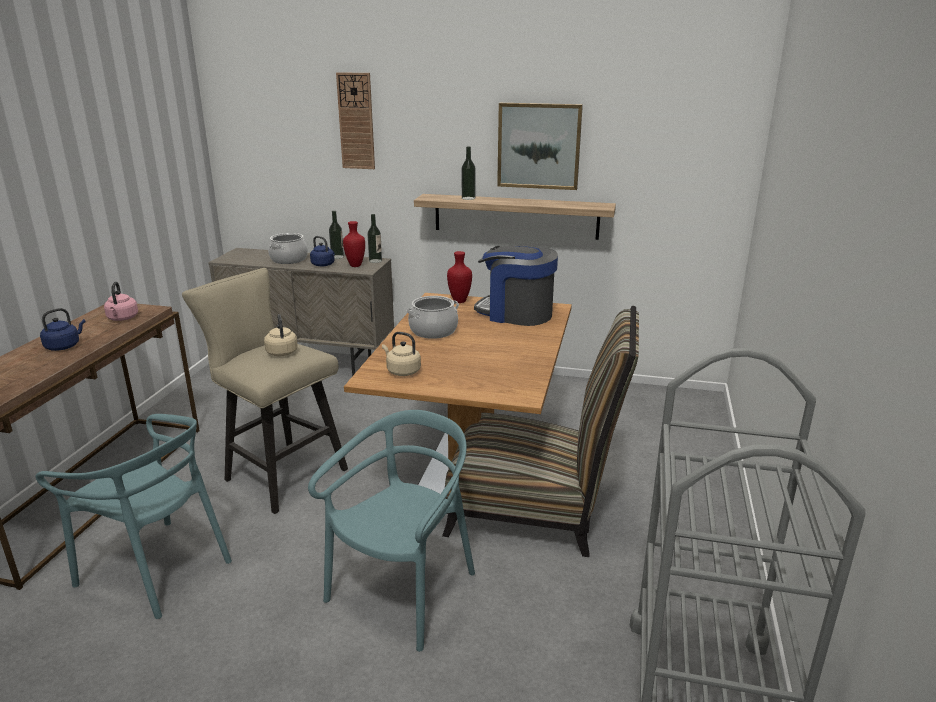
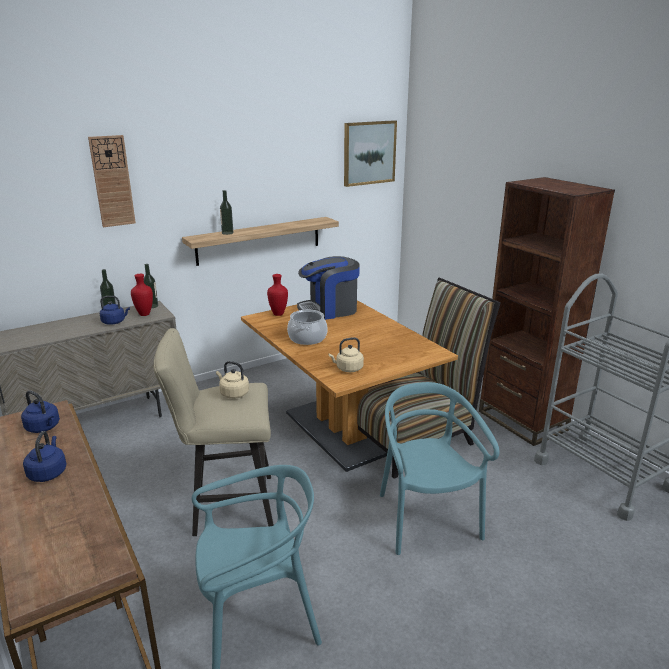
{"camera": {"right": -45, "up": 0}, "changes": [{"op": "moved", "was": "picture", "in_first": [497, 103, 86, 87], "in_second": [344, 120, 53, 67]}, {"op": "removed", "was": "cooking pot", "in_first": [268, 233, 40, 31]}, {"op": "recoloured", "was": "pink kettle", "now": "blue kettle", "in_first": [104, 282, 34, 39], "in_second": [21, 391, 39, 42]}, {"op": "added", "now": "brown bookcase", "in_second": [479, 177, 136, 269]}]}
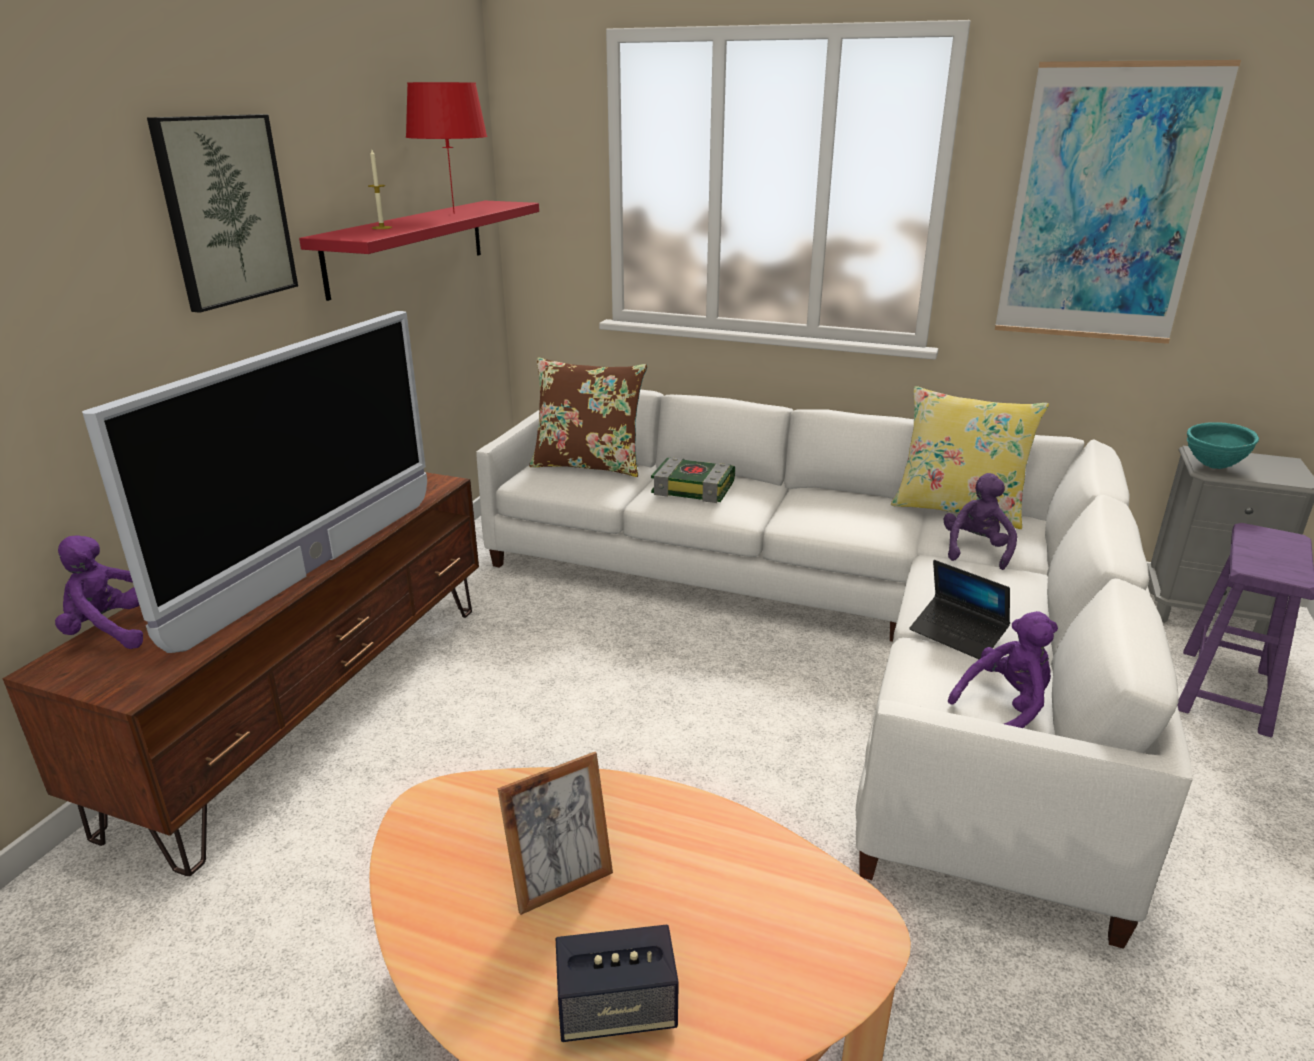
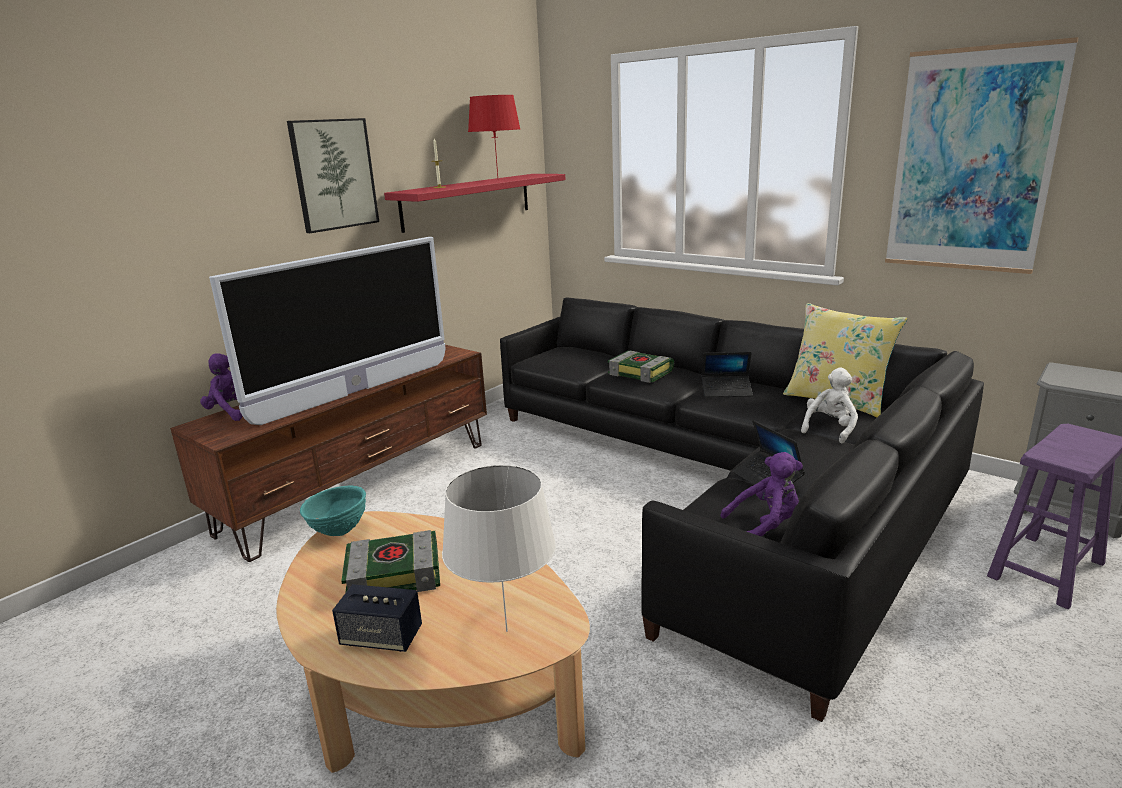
{"camera": {"right": 20, "up": -5}, "changes": [{"op": "removed", "was": "brown pillow", "in_first": [529, 357, 119, 120]}, {"op": "recoloured", "was": "white sofa", "now": "black sofa", "in_first": [476, 390, 717, 559], "in_second": [500, 297, 484, 425]}, {"op": "moved", "was": "turquoise bowl", "in_first": [1187, 422, 72, 47], "in_second": [300, 486, 66, 50]}, {"op": "recoloured", "was": "purple plush toy", "now": "white plush toy", "in_first": [943, 473, 74, 97], "in_second": [801, 367, 57, 76]}, {"op": "replaced", "was": "picture frame", "now": "book", "in_first": [498, 752, 115, 163], "in_second": [341, 530, 99, 63]}, {"op": "added", "now": "laptop", "in_second": [702, 352, 51, 45]}, {"op": "added", "now": "white table lamp", "in_second": [442, 465, 114, 167]}]}
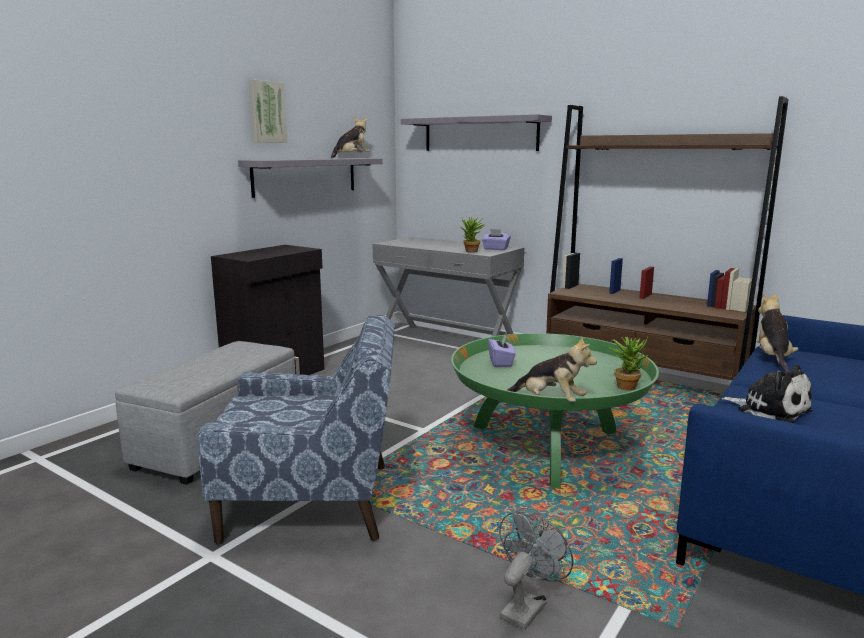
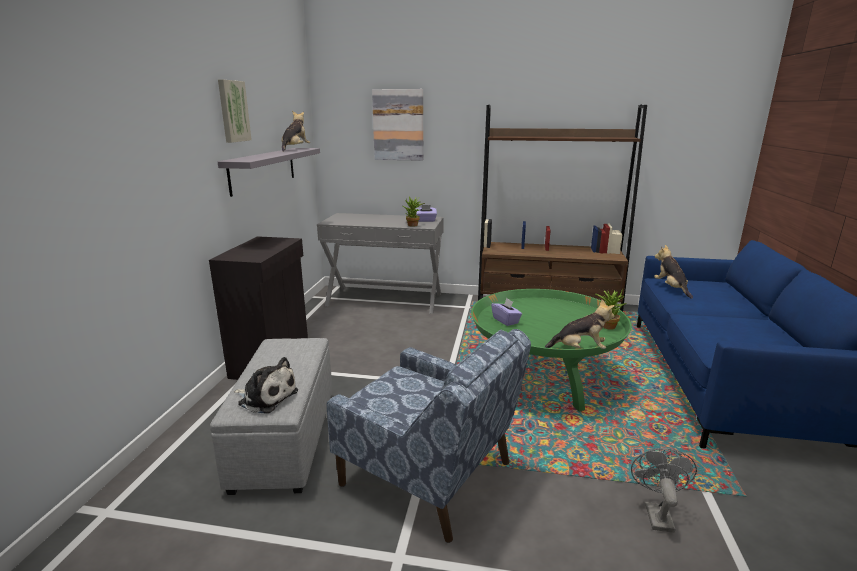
{"camera": {"right": -25, "up": 5}, "changes": [{"op": "replaced", "was": "grey shelf", "now": "picture", "in_first": [401, 114, 151, 37], "in_second": [372, 89, 51, 72]}, {"op": "turned", "was": "blue armchair", "in_first": [197, 315, 198, 229], "in_second": [327, 329, 204, 214], "clockwise": 60}, {"op": "moved", "was": "plush toy", "in_first": [722, 365, 90, 58], "in_second": [234, 357, 64, 57]}]}
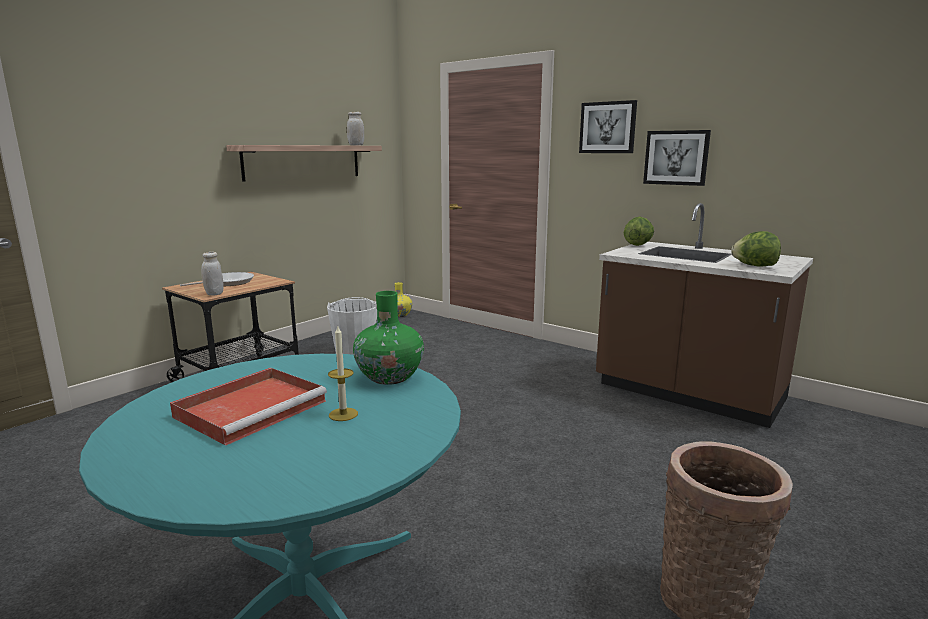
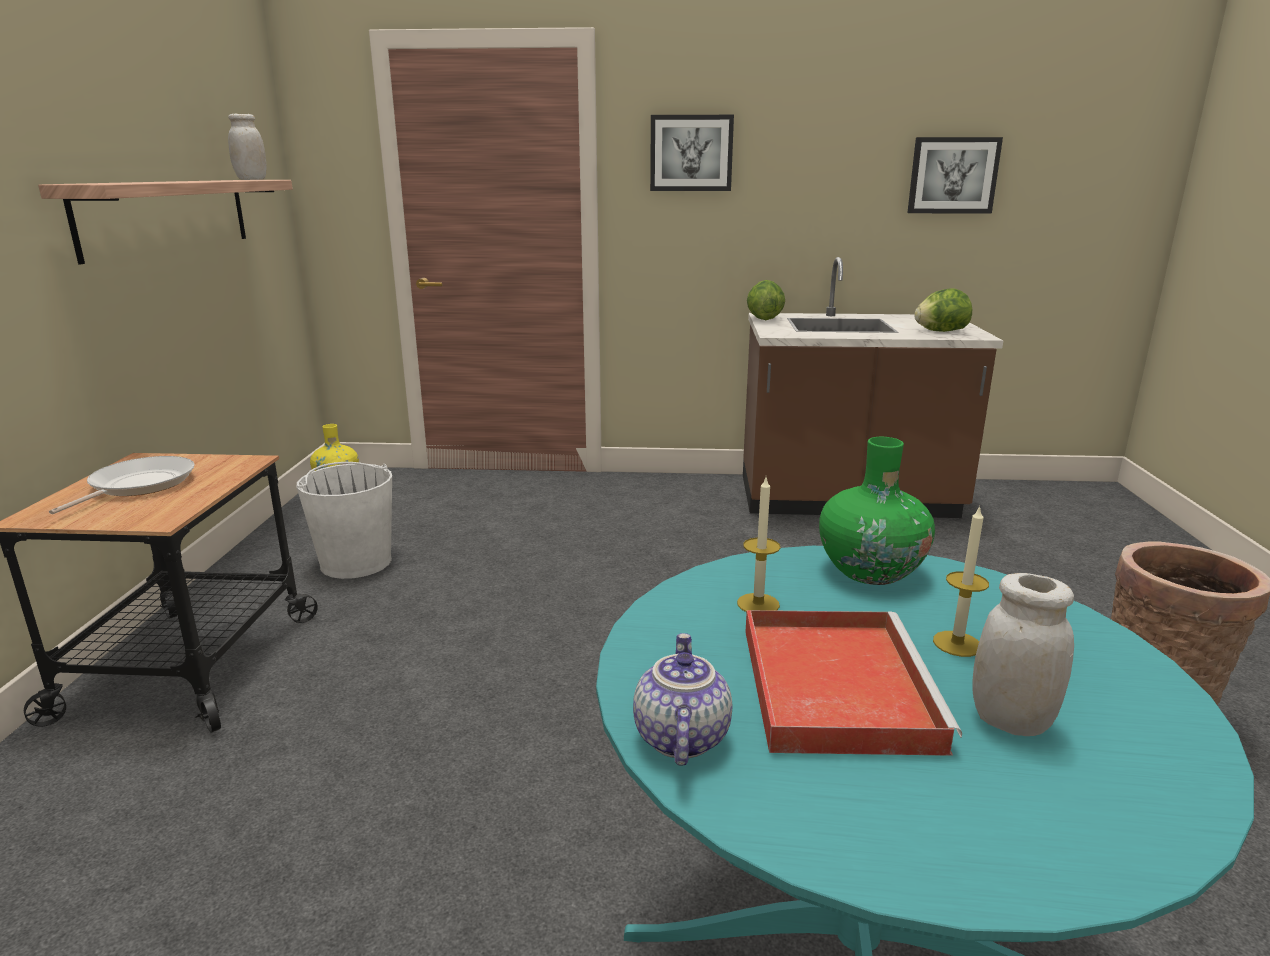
{"camera": {"right": -35, "up": 5}, "changes": [{"op": "moved", "was": "picture", "in_first": [643, 130, 68, 56], "in_second": [907, 137, 96, 77]}, {"op": "moved", "was": "white jar", "in_first": [201, 252, 22, 43], "in_second": [973, 573, 101, 163]}, {"op": "added", "now": "candle", "in_second": [737, 478, 44, 134]}, {"op": "added", "now": "teapot", "in_second": [633, 633, 99, 133]}]}
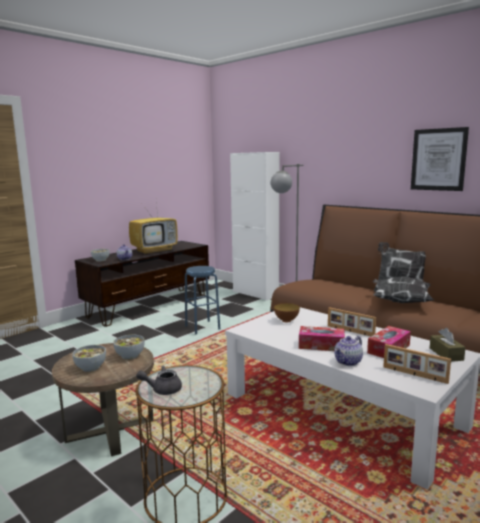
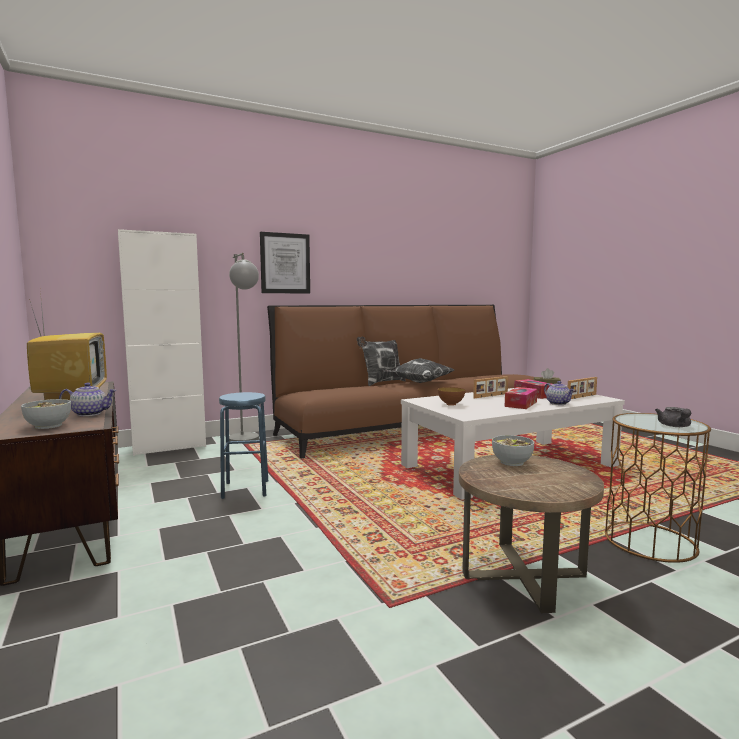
{"camera": {"right": -70, "up": -5}, "changes": [{"op": "moved", "was": "picture", "in_first": [411, 127, 58, 64], "in_second": [260, 232, 50, 62]}, {"op": "removed", "was": "bowl", "in_first": [72, 345, 34, 27]}]}
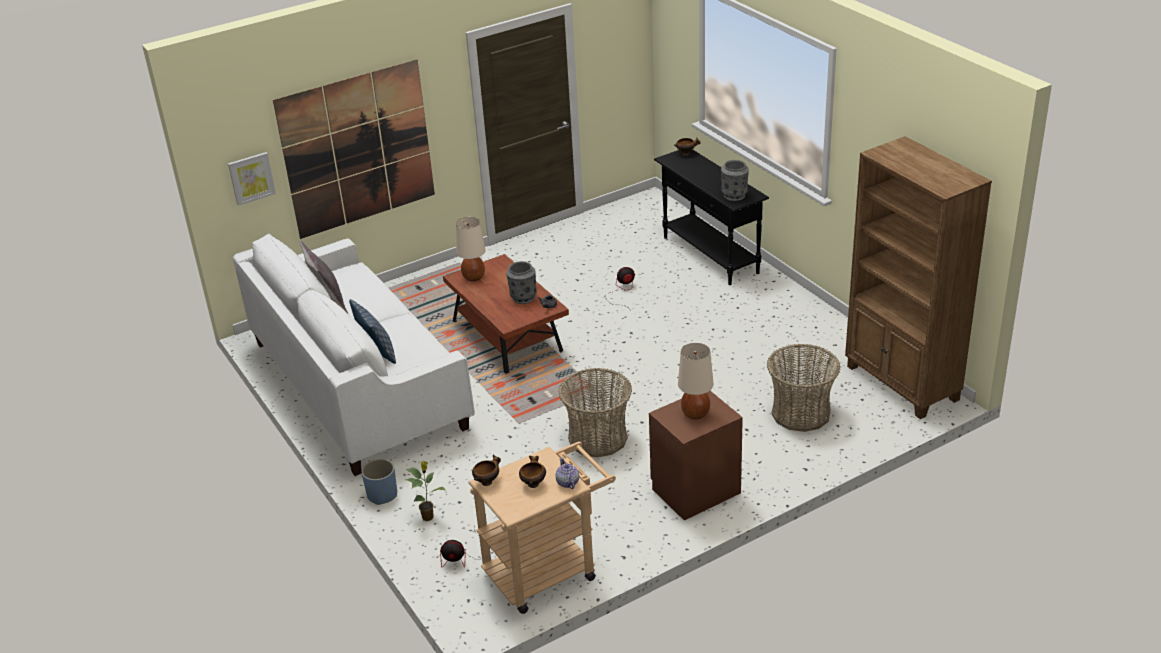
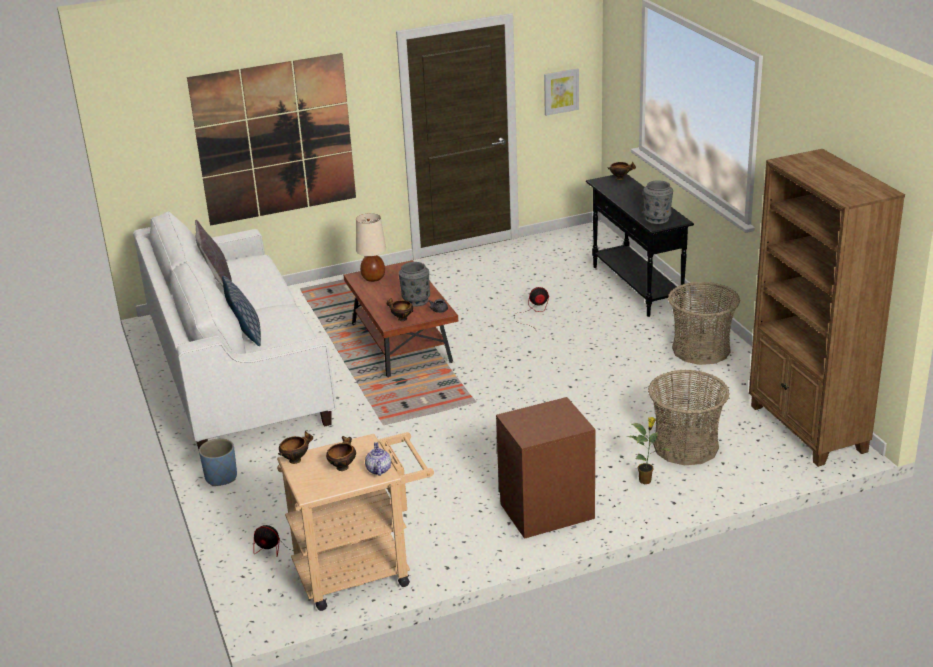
{"camera": {"right": 10, "up": -5}, "changes": [{"op": "moved", "was": "picture", "in_first": [228, 152, 48, 54], "in_second": [544, 68, 35, 48]}, {"op": "removed", "was": "beige table lamp", "in_first": [678, 343, 36, 76]}, {"op": "moved", "was": "basket", "in_first": [559, 368, 73, 89], "in_second": [668, 282, 72, 83]}, {"op": "moved", "was": "potted plant", "in_first": [405, 461, 40, 60], "in_second": [627, 417, 43, 67]}, {"op": "added", "now": "bowl", "in_second": [387, 298, 27, 23]}]}
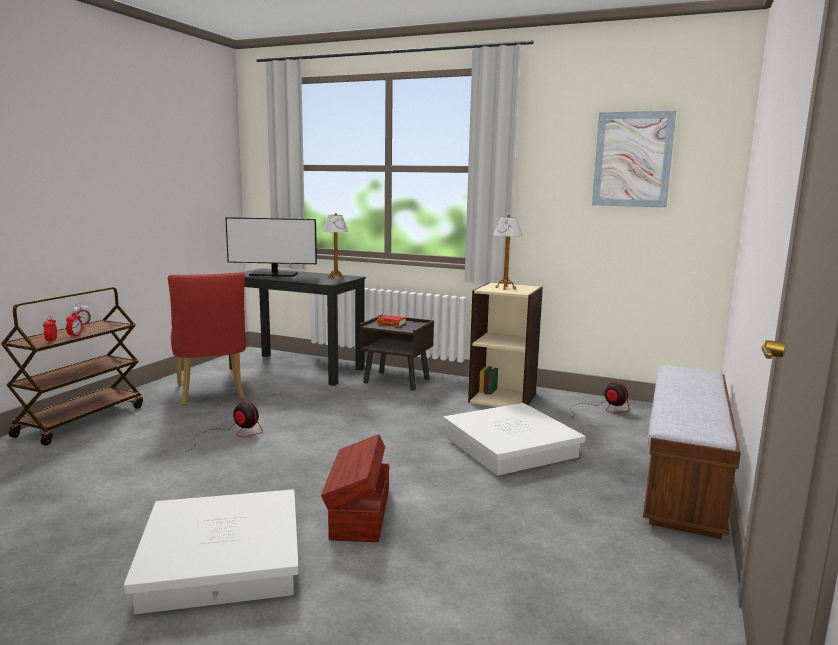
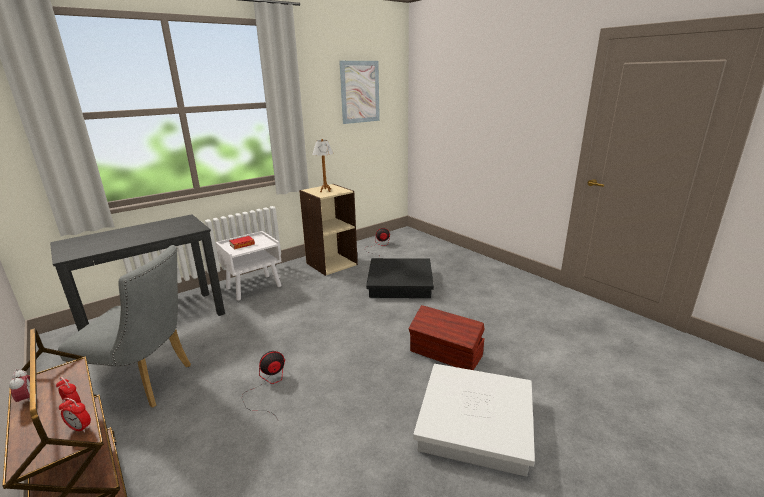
{"camera": {"right": -60, "up": 10}, "changes": [{"op": "removed", "was": "table lamp", "in_first": [323, 213, 26, 66]}, {"op": "removed", "was": "monitor", "in_first": [225, 217, 92, 60]}, {"op": "recoloured", "was": "red chair", "now": "grey chair", "in_first": [168, 272, 78, 133], "in_second": [58, 245, 133, 163]}, {"op": "recoloured", "was": "brown nightstand", "now": "white nightstand", "in_first": [359, 315, 75, 76], "in_second": [215, 231, 66, 69]}, {"op": "removed", "was": "bench", "in_first": [643, 366, 98, 174]}, {"op": "recoloured", "was": "white storage box", "now": "black storage box", "in_first": [443, 403, 143, 73], "in_second": [366, 258, 68, 40]}]}
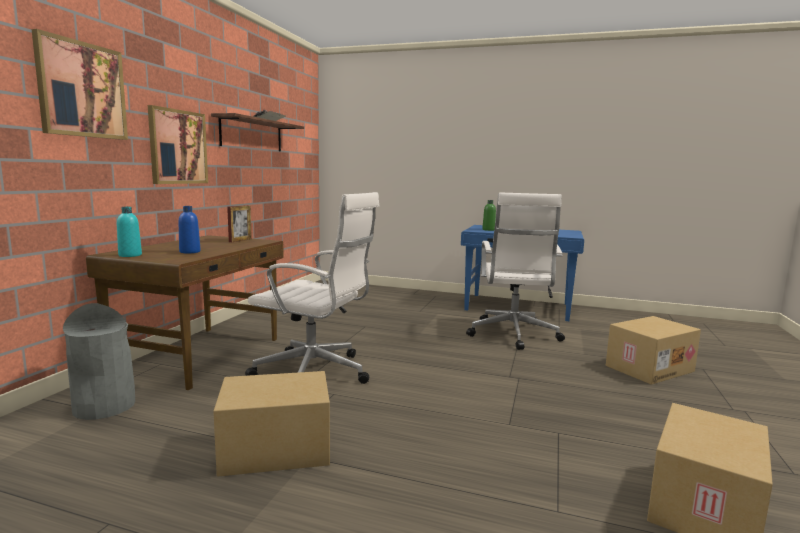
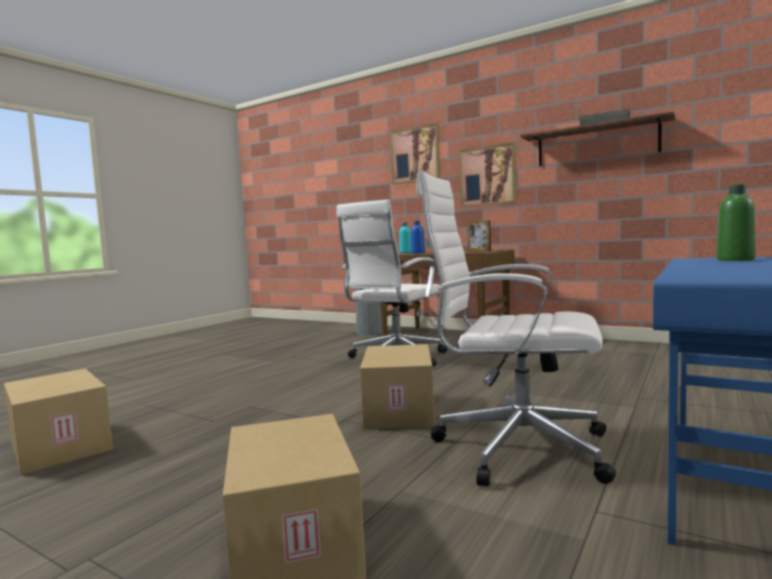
{"camera": {"right": 105, "up": -5}, "changes": [{"op": "moved", "was": "cardboard box", "in_first": [213, 371, 117, 106], "in_second": [360, 344, 75, 85]}]}
